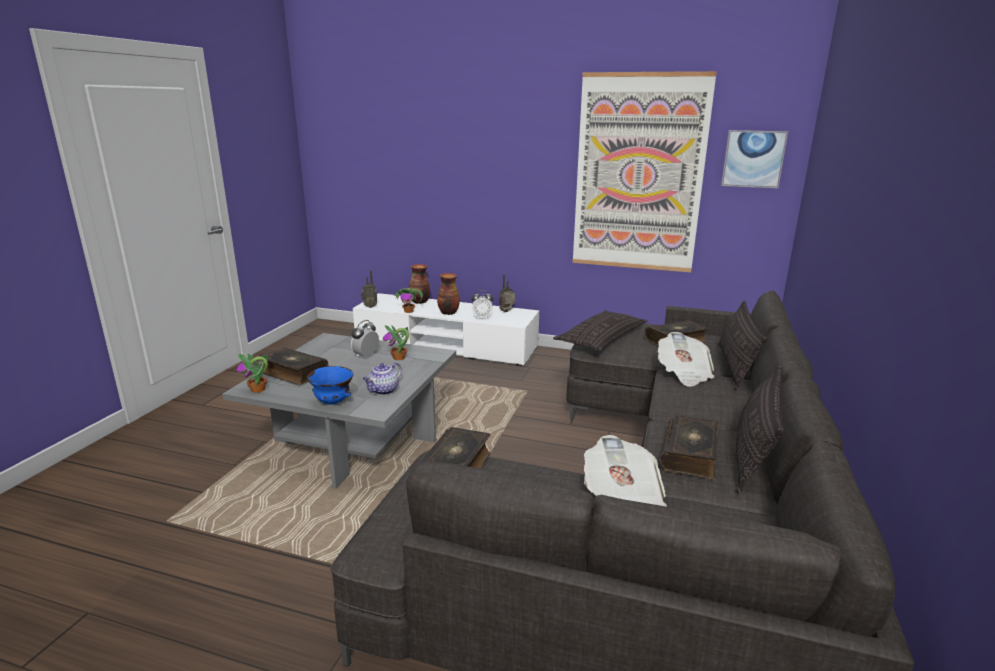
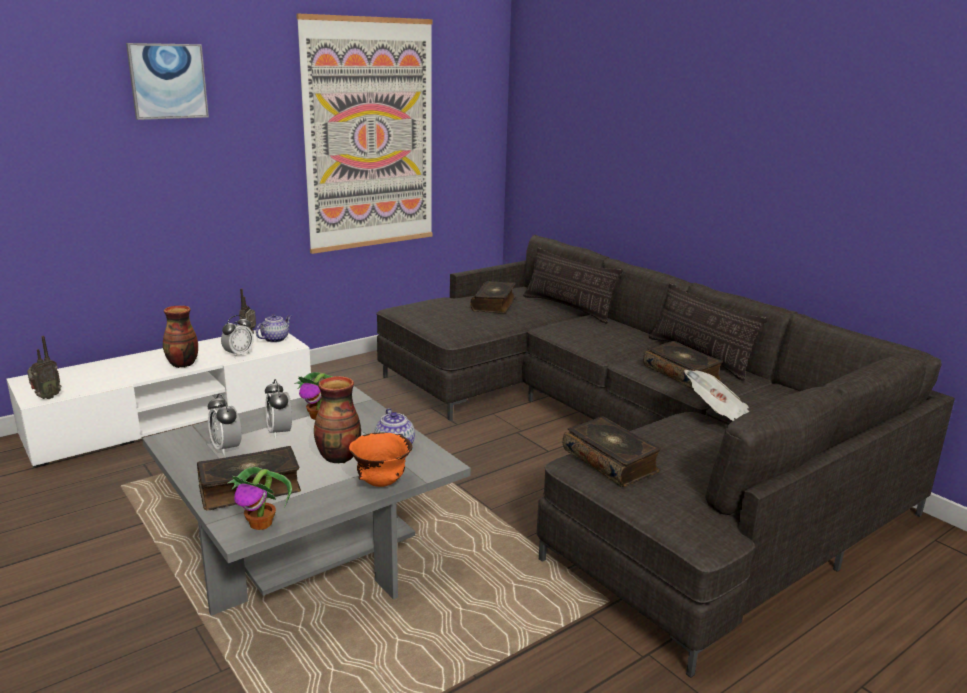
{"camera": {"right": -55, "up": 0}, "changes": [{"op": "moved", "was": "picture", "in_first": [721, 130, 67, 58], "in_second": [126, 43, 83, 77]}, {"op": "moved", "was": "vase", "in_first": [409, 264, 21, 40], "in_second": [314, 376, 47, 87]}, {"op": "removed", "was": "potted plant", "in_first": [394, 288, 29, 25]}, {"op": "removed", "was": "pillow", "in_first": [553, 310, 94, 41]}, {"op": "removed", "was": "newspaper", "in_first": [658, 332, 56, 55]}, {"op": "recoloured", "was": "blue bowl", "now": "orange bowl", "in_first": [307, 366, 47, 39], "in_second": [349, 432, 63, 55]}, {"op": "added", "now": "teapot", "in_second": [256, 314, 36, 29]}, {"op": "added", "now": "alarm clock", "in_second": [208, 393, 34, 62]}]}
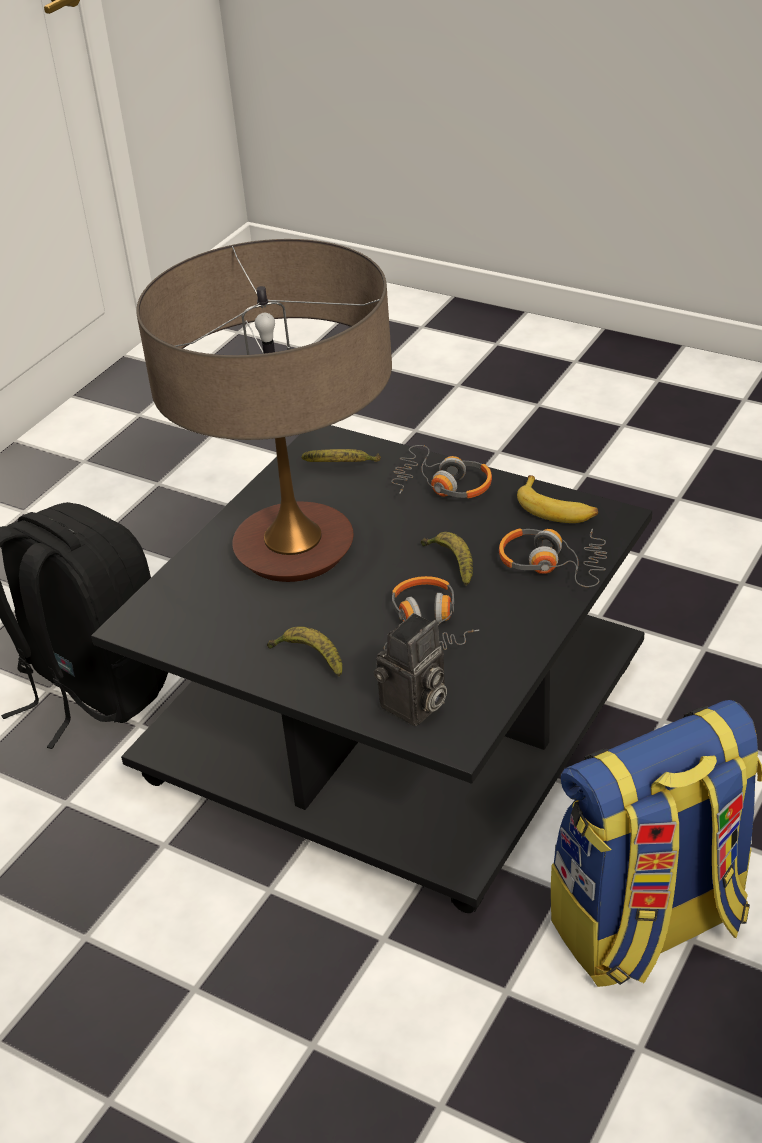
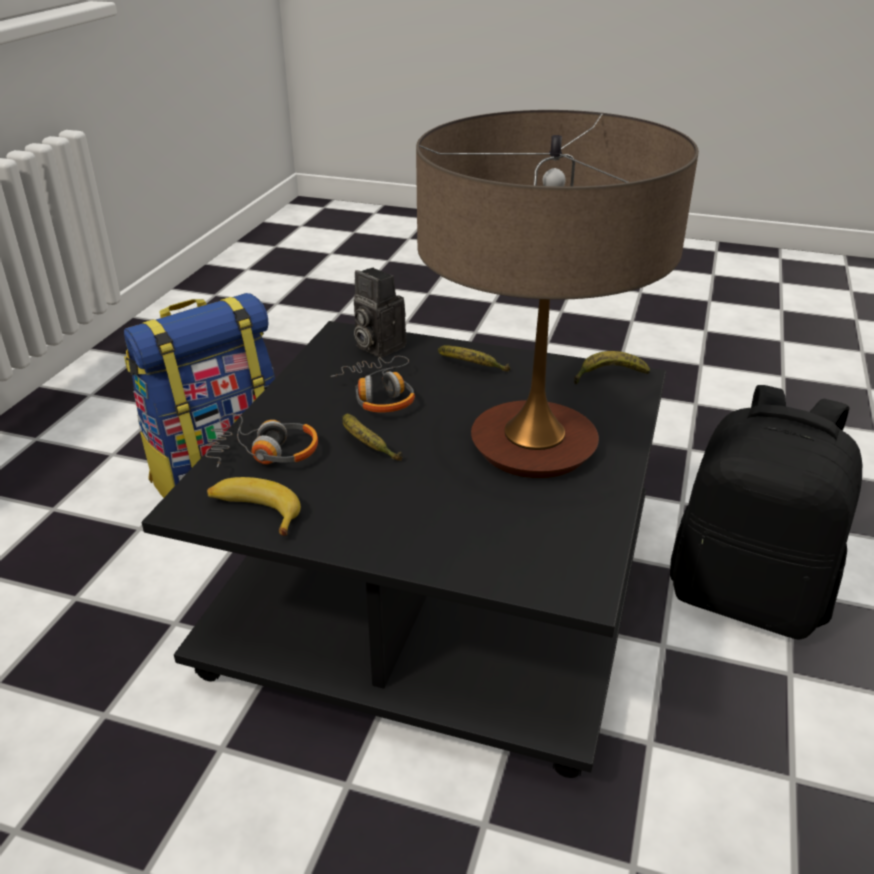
{"camera": {"right": 165, "up": -5}, "changes": [{"op": "removed", "was": "headphones", "in_first": [391, 445, 101, 53]}, {"op": "moved", "was": "banana", "in_first": [302, 449, 79, 13], "in_second": [574, 351, 76, 33]}, {"op": "turned", "was": "photo camera", "in_first": [374, 613, 73, 113], "in_second": [354, 268, 52, 90], "clockwise": -75}]}
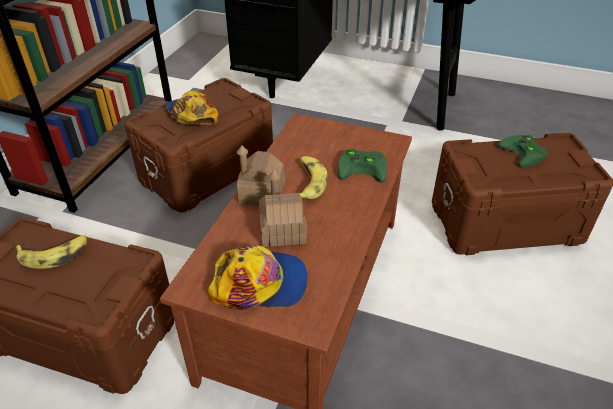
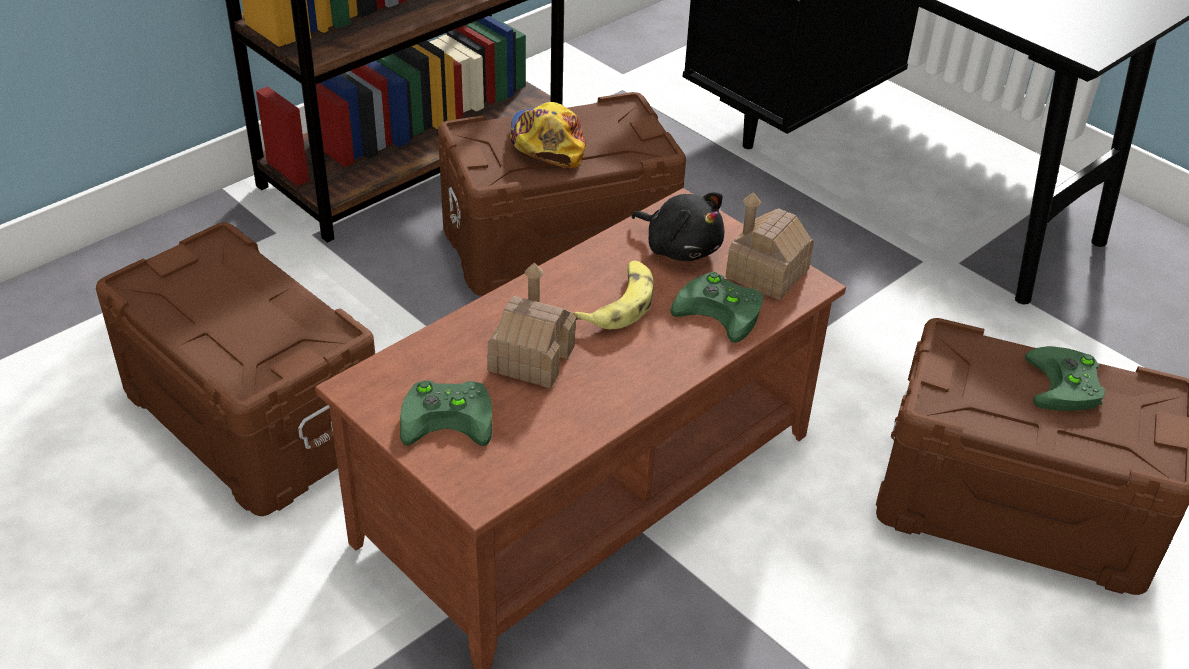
{"camera": {"right": 25, "up": 0}, "changes": [{"op": "moved", "was": "toy house", "in_first": [237, 146, 48, 60], "in_second": [725, 192, 89, 108]}, {"op": "removed", "was": "banana", "in_first": [16, 235, 72, 34]}, {"op": "replaced", "was": "cap", "now": "green game controller", "in_first": [208, 245, 99, 65], "in_second": [400, 380, 92, 66]}, {"op": "added", "now": "black plush toy", "in_second": [632, 192, 93, 69]}]}
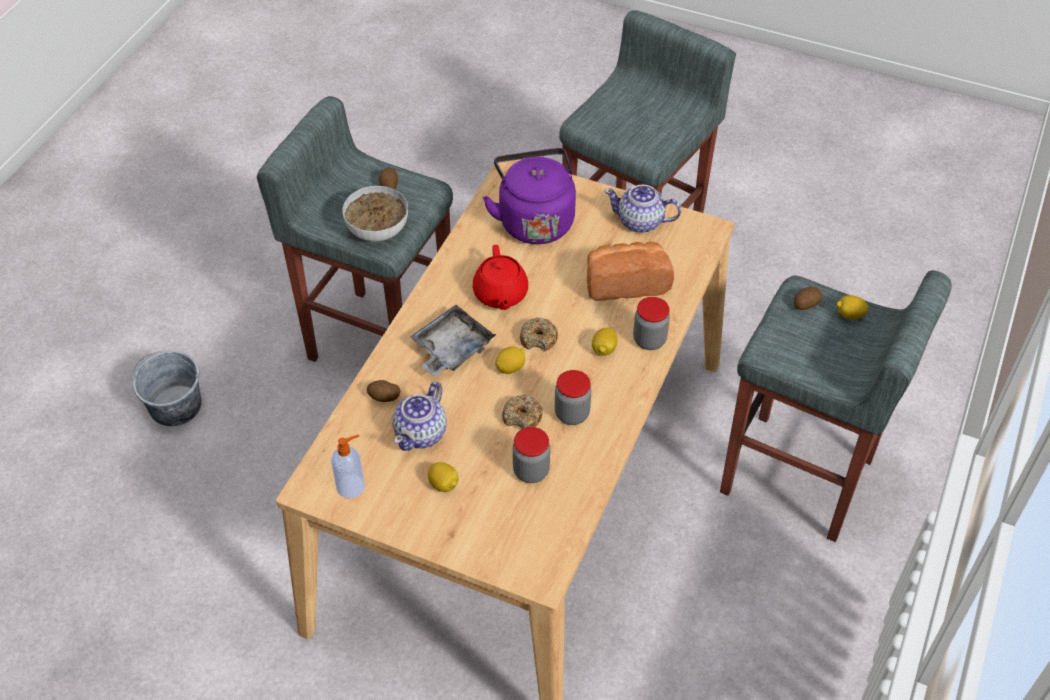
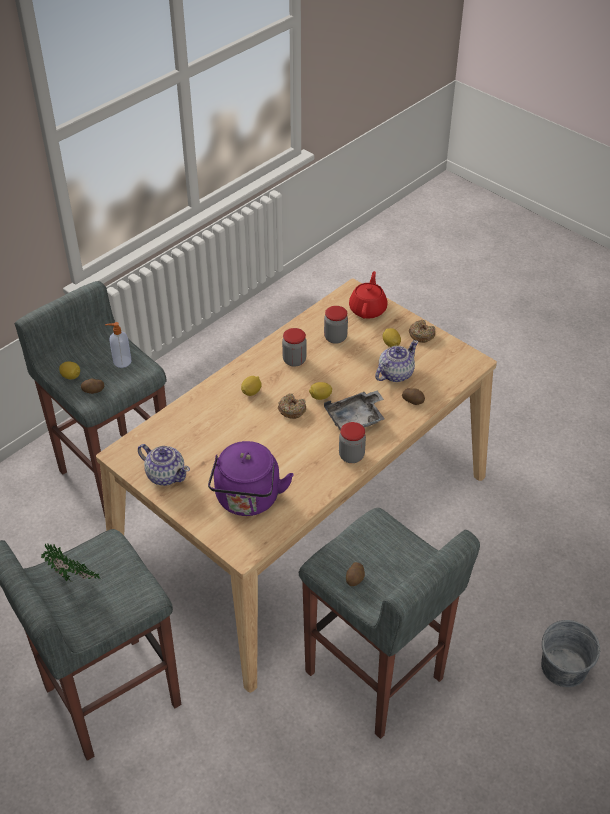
{"camera": {"right": -160, "up": -5}, "changes": [{"op": "removed", "was": "bowl", "in_first": [342, 186, 66, 55]}, {"op": "removed", "was": "bread", "in_first": [587, 242, 87, 59]}, {"op": "moved", "was": "red teapot", "in_first": [473, 245, 55, 65], "in_second": [349, 271, 38, 48]}, {"op": "moved", "was": "jar", "in_first": [633, 297, 37, 53], "in_second": [339, 422, 27, 41]}, {"op": "moved", "was": "donut", "in_first": [502, 395, 41, 34], "in_second": [409, 320, 26, 23]}, {"op": "moved", "was": "soap dispenser", "in_first": [331, 435, 34, 63], "in_second": [105, 322, 27, 46]}, {"op": "added", "now": "potted plant", "in_second": [41, 543, 60, 39]}]}
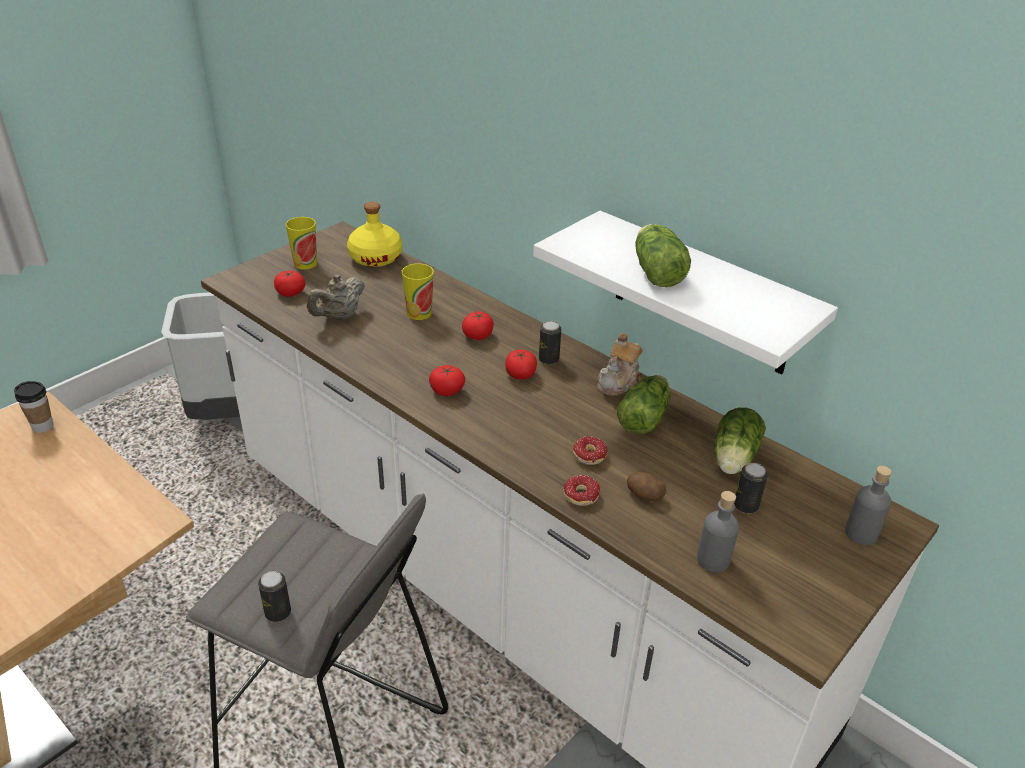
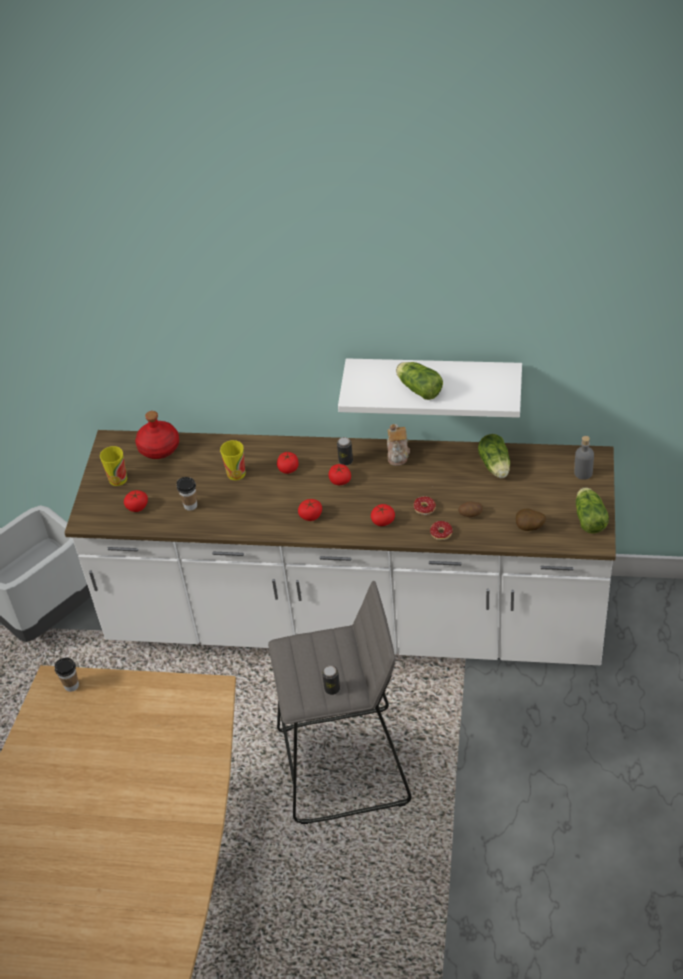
{"camera": {"right": -30, "up": 10}, "changes": [{"op": "recoloured", "was": "yellow bottle", "now": "red bottle", "in_first": [347, 202, 55, 65], "in_second": [135, 411, 44, 48]}, {"op": "replaced", "was": "beige teapot", "now": "cup", "in_first": [307, 275, 58, 45], "in_second": [177, 477, 20, 34]}, {"op": "moved", "was": "lettuce", "in_first": [617, 375, 53, 59], "in_second": [576, 487, 33, 47]}, {"op": "removed", "was": "can", "in_first": [734, 463, 34, 50]}, {"op": "replaced", "was": "grey bottle", "now": "potato", "in_first": [697, 491, 42, 81], "in_second": [516, 508, 30, 23]}, {"op": "added", "now": "tomato", "in_second": [371, 504, 24, 22]}]}
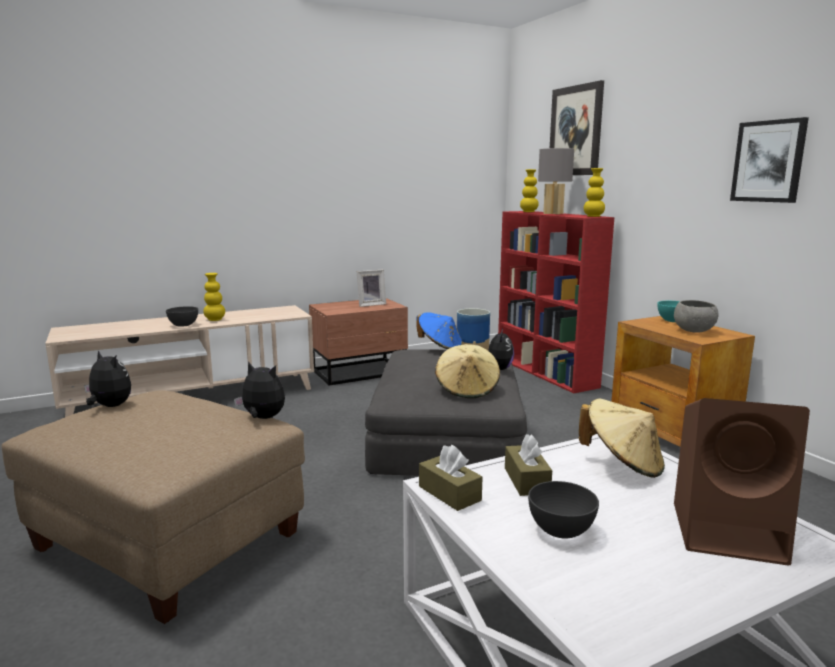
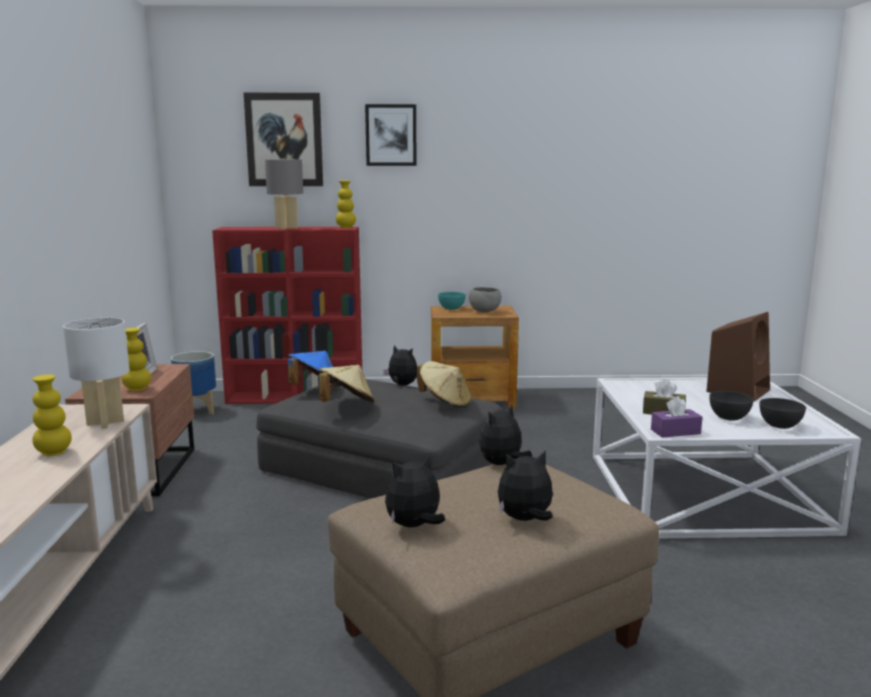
{"camera": {"right": -65, "up": 0}, "changes": [{"op": "moved", "was": "picture", "in_first": [730, 117, 79, 86], "in_second": [365, 104, 52, 62]}, {"op": "moved", "was": "yellow vase", "in_first": [520, 169, 19, 43], "in_second": [122, 328, 29, 63]}, {"op": "moved", "was": "grey bowl", "in_first": [166, 306, 32, 21], "in_second": [760, 398, 46, 31]}, {"op": "moved", "was": "beige hat", "in_first": [579, 399, 86, 79], "in_second": [319, 365, 56, 38]}, {"op": "recoloured", "was": "brown tissue box", "now": "purple tissue box", "in_first": [419, 445, 64, 66], "in_second": [651, 396, 51, 42]}, {"op": "added", "now": "white table lamp", "in_second": [63, 317, 67, 112]}, {"op": "added", "now": "plush toy", "in_second": [498, 450, 55, 71]}]}
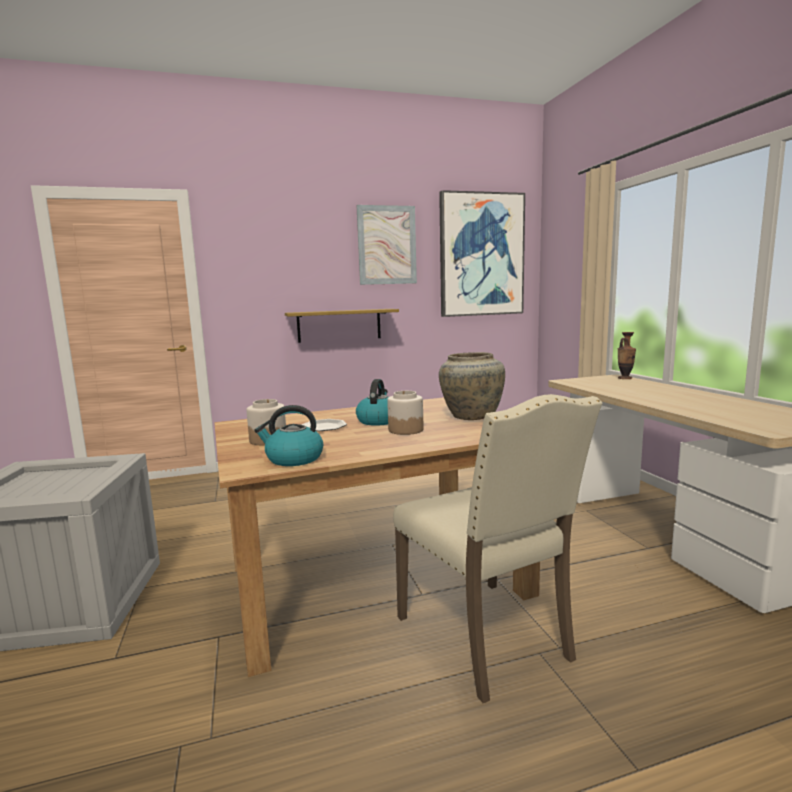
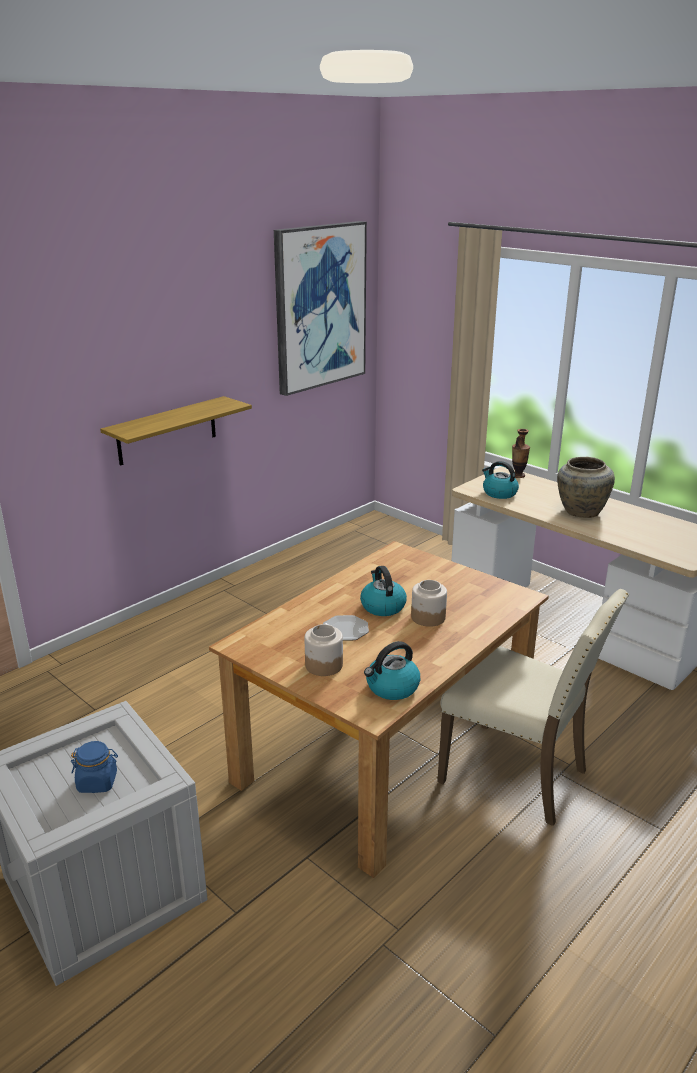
{"camera": {"right": -30, "up": 15}, "changes": [{"op": "removed", "was": "picture", "in_first": [356, 205, 61, 80]}, {"op": "moved", "was": "beige vase", "in_first": [439, 352, 66, 68], "in_second": [557, 457, 58, 61]}, {"op": "added", "now": "kettle", "in_second": [482, 461, 37, 38]}, {"op": "added", "now": "blue jar", "in_second": [71, 741, 47, 52]}]}
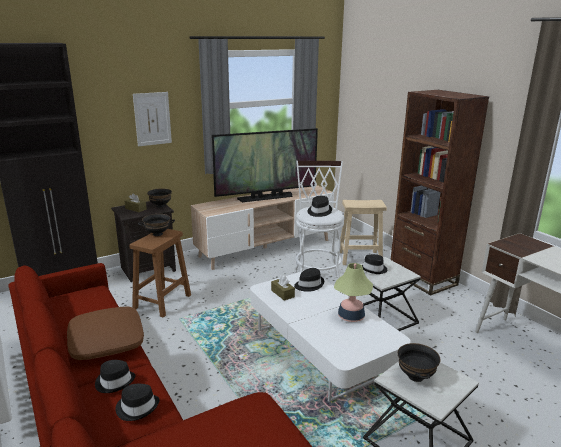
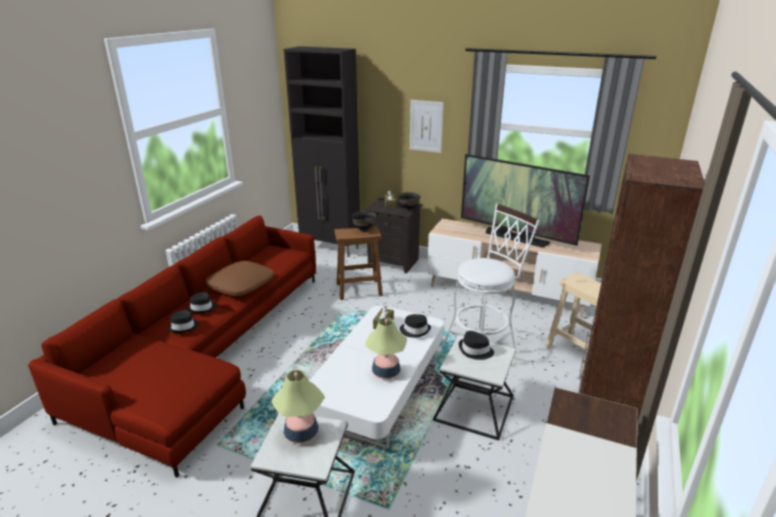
{"camera": {"right": 55, "up": 5}, "changes": [{"op": "removed", "was": "black hat", "in_first": [307, 196, 25, 21]}, {"op": "replaced", "was": "black bowl", "now": "table lamp", "in_first": [398, 343, 43, 39], "in_second": [271, 370, 54, 74]}]}
